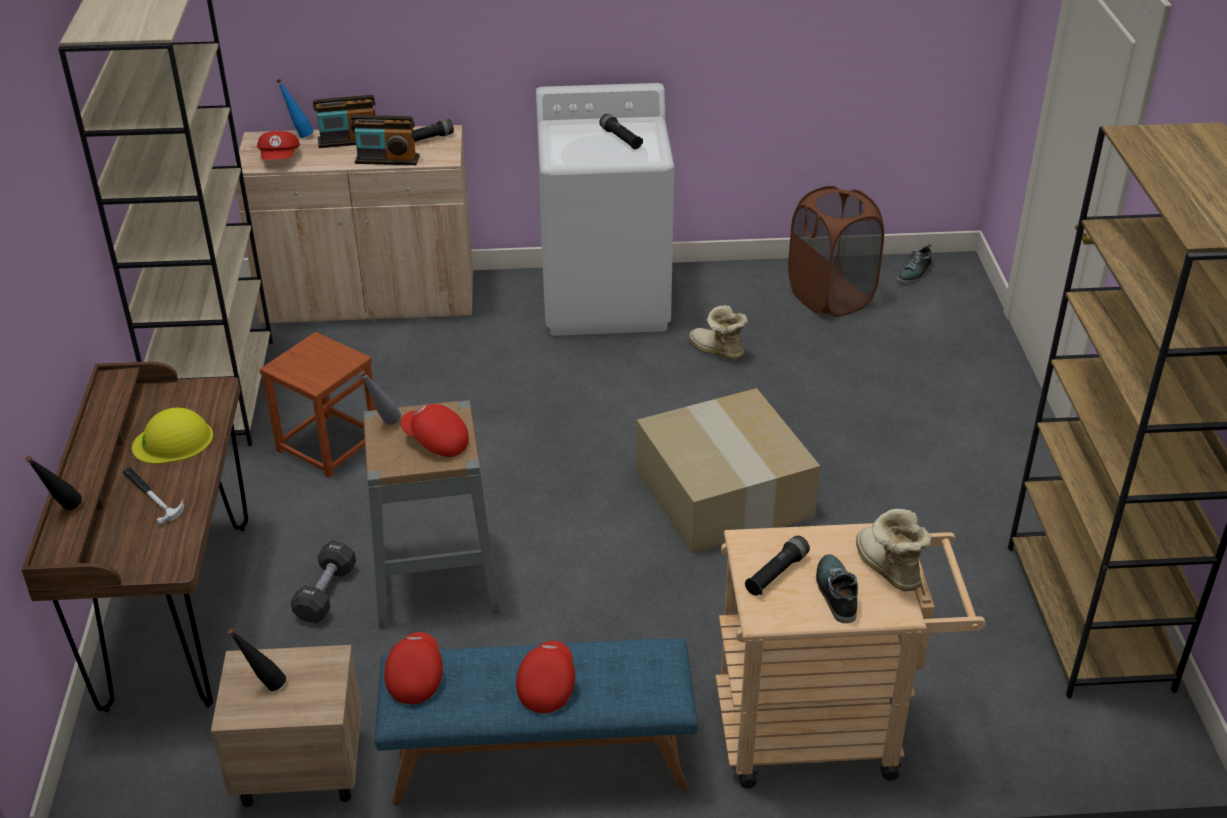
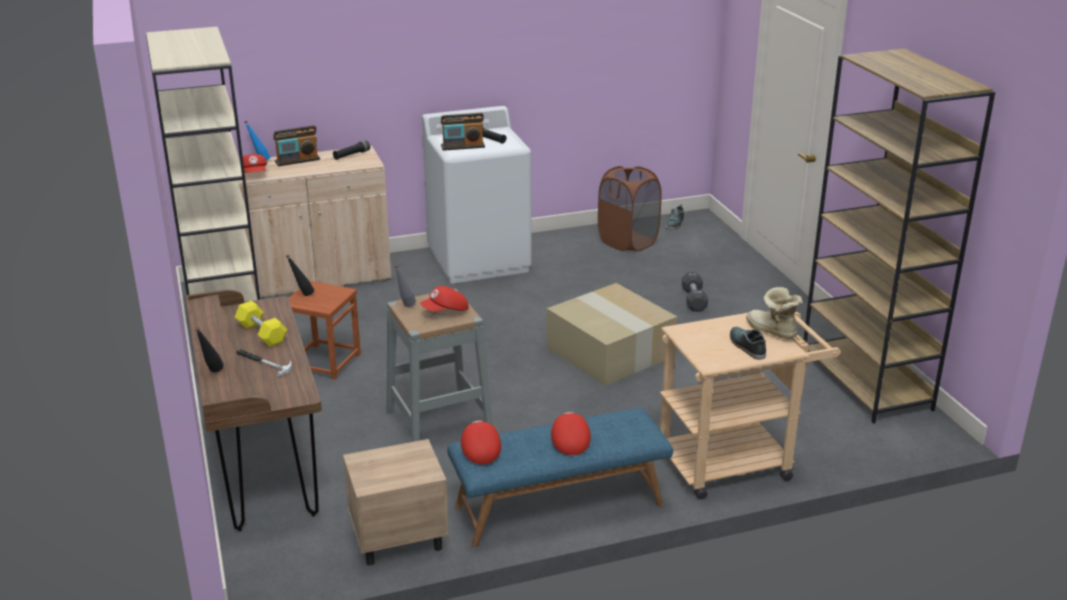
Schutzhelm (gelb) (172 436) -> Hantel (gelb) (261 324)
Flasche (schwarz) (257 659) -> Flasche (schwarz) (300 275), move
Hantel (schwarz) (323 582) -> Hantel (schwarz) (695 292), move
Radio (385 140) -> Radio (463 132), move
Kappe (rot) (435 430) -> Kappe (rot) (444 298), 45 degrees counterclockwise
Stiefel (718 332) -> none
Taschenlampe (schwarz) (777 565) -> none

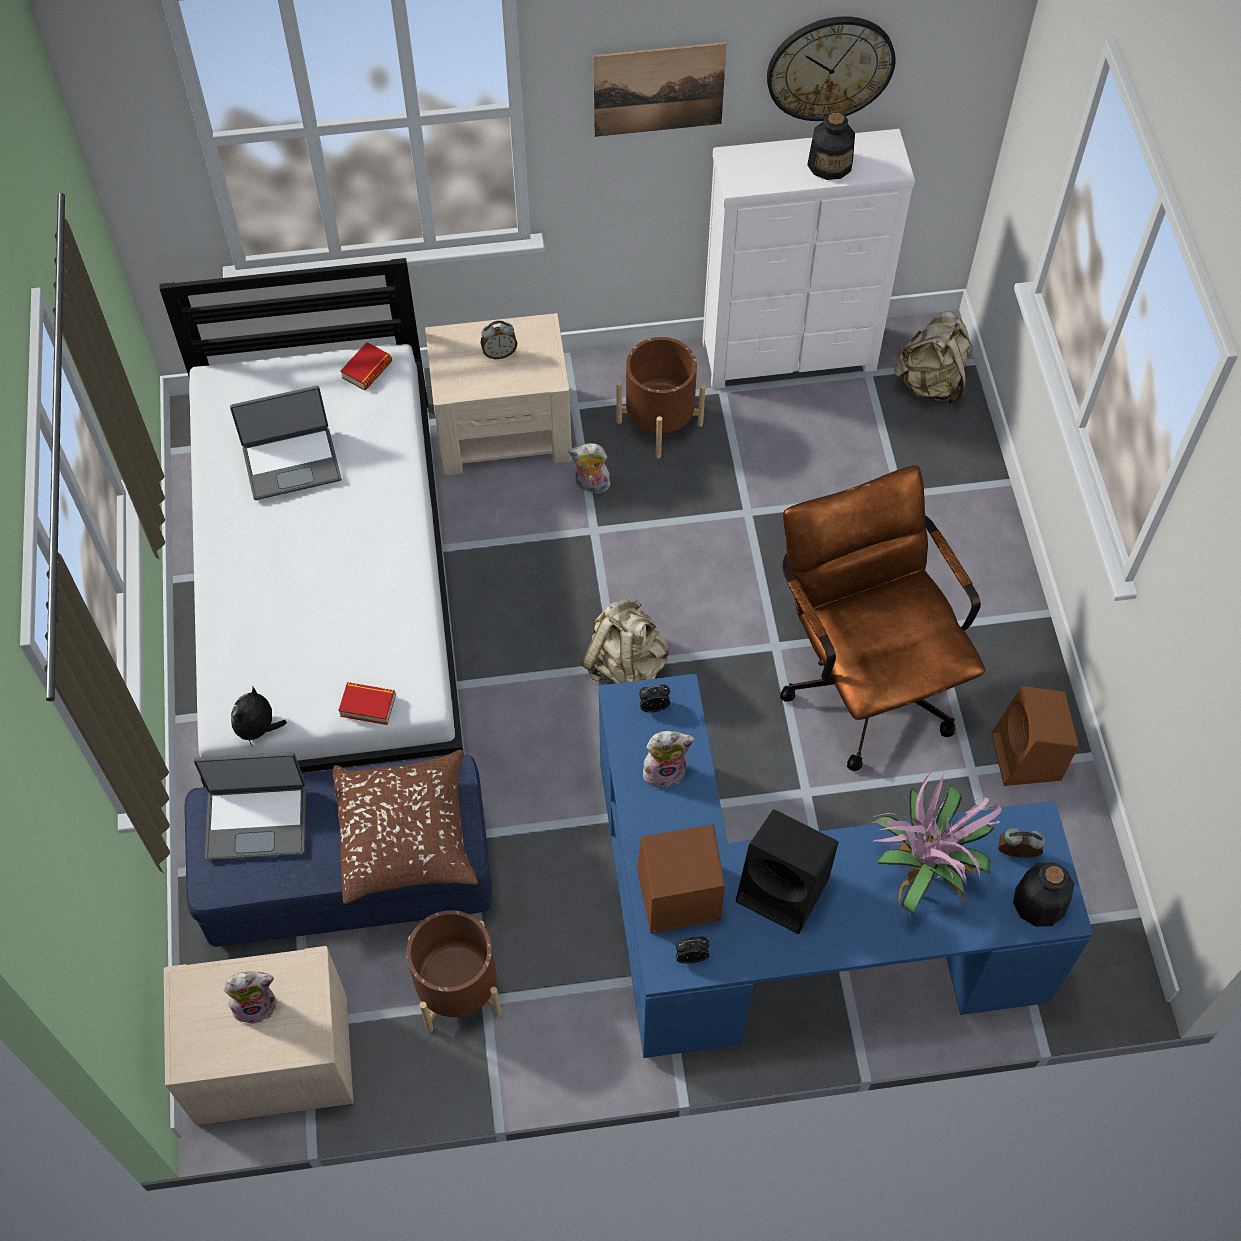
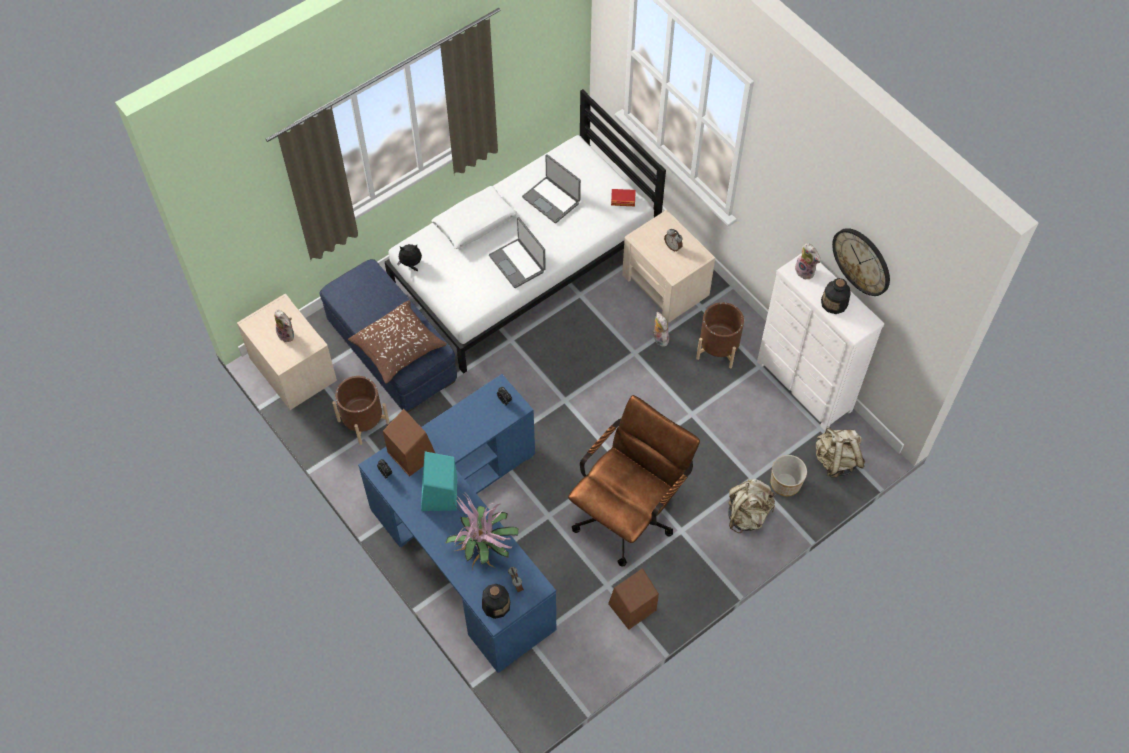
Laptop (250 806) -> Laptop (517 252), move
Buch (367 703) -> none
Rucksack (beige) (625 641) -> Rucksack (beige) (751 506), move
Bild (660 89) -> none
Plüschtier (669 759) -> Plüschtier (808 261), move
Lautsprecher (schwarz) (787 871) -> Lautsprecher (türkis) (439 481)
none -> Kissen (weiß) (474 217)
none -> Pflanzkübel (789 475)

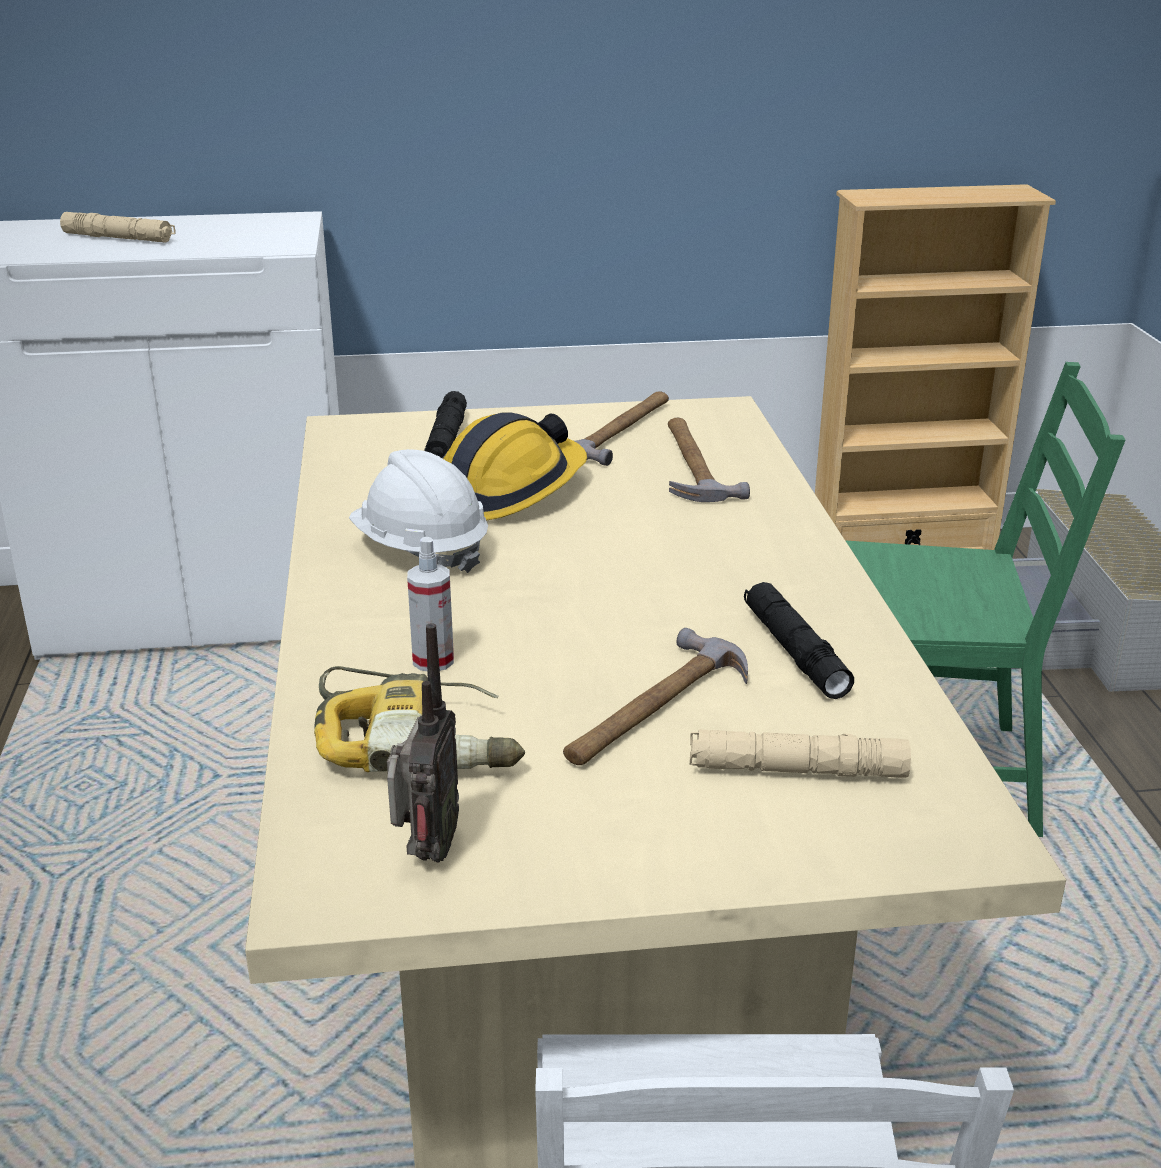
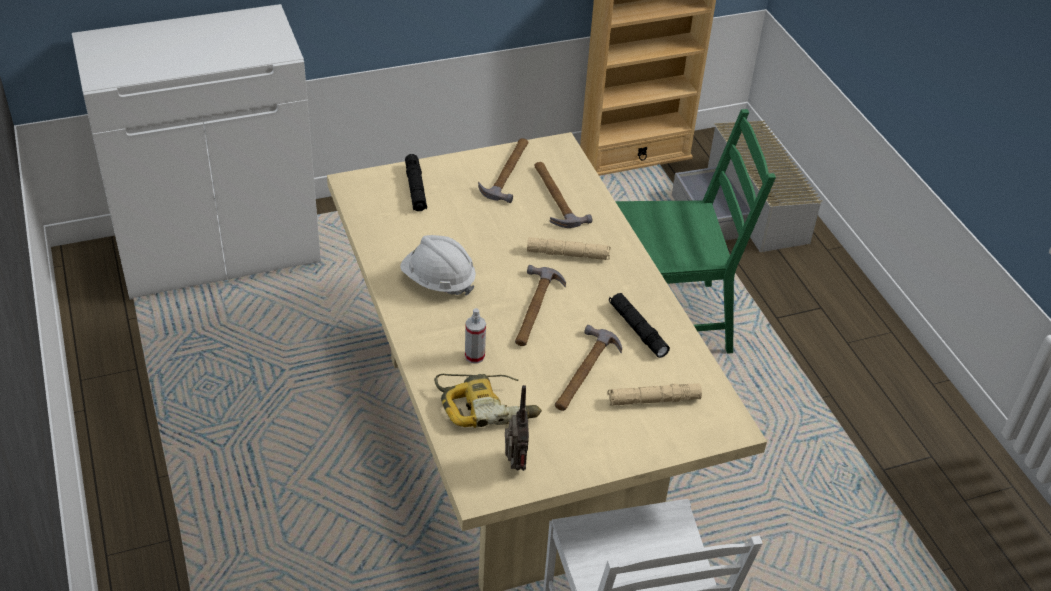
Taschenlampe (beige) (117 227) -> Taschenlampe (beige) (569 248), move
Schutzhelm (514 466) -> none
none -> Hammer (540 305)

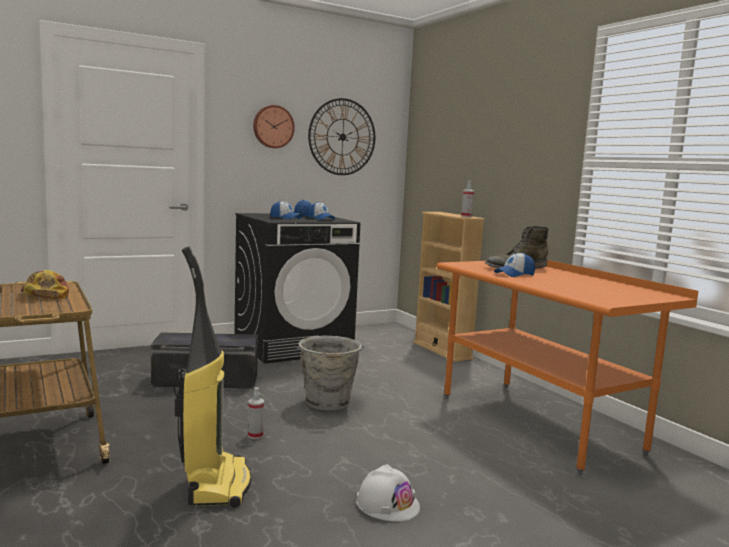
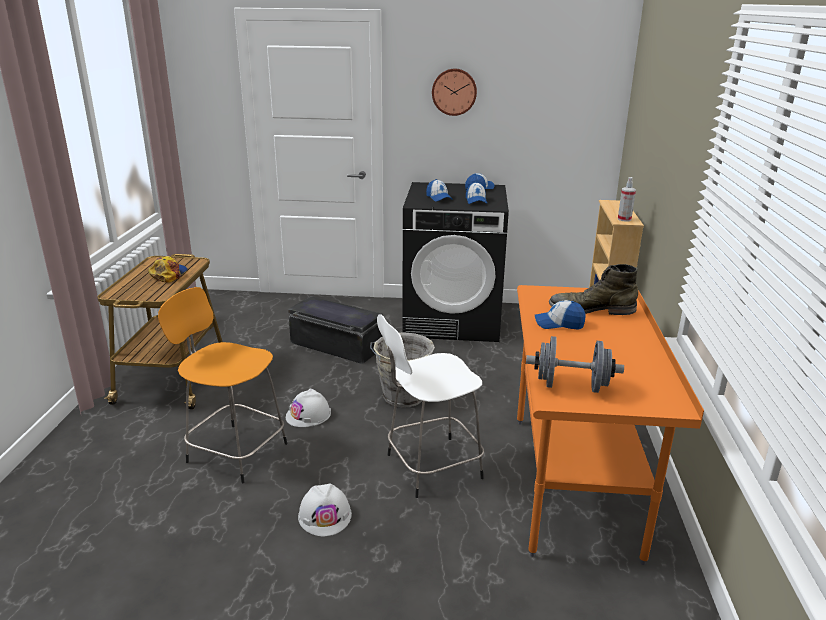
Staubsauger (212 377) -> Hocker (orange) (222 385)
Sprühflasche (256 413) -> Schutzhelm (weiß) (308 408)
Wanduhr (341 136) -> none
none -> Hocker (weiß) (430 406)
none -> Hantel (grau) (575 364)

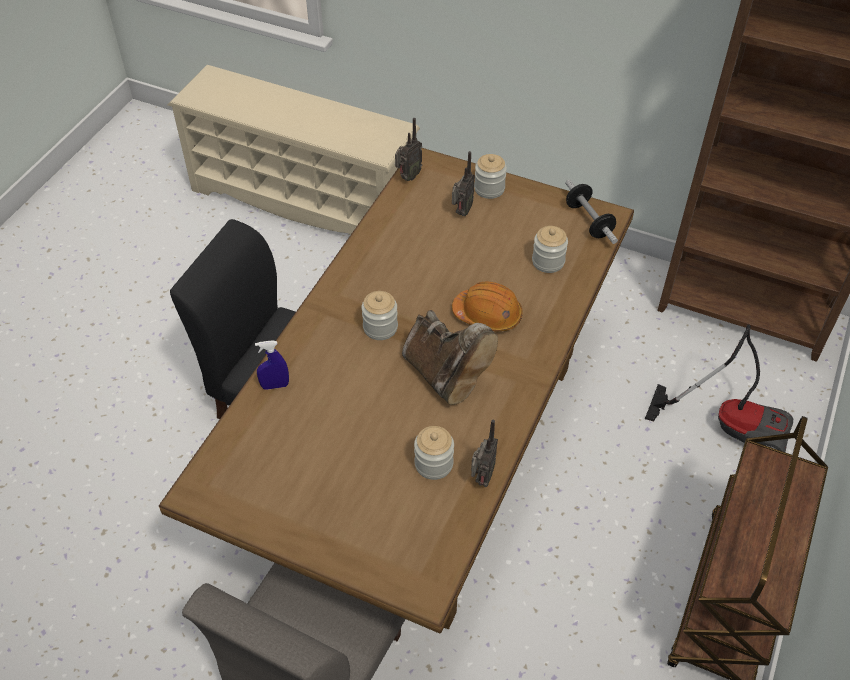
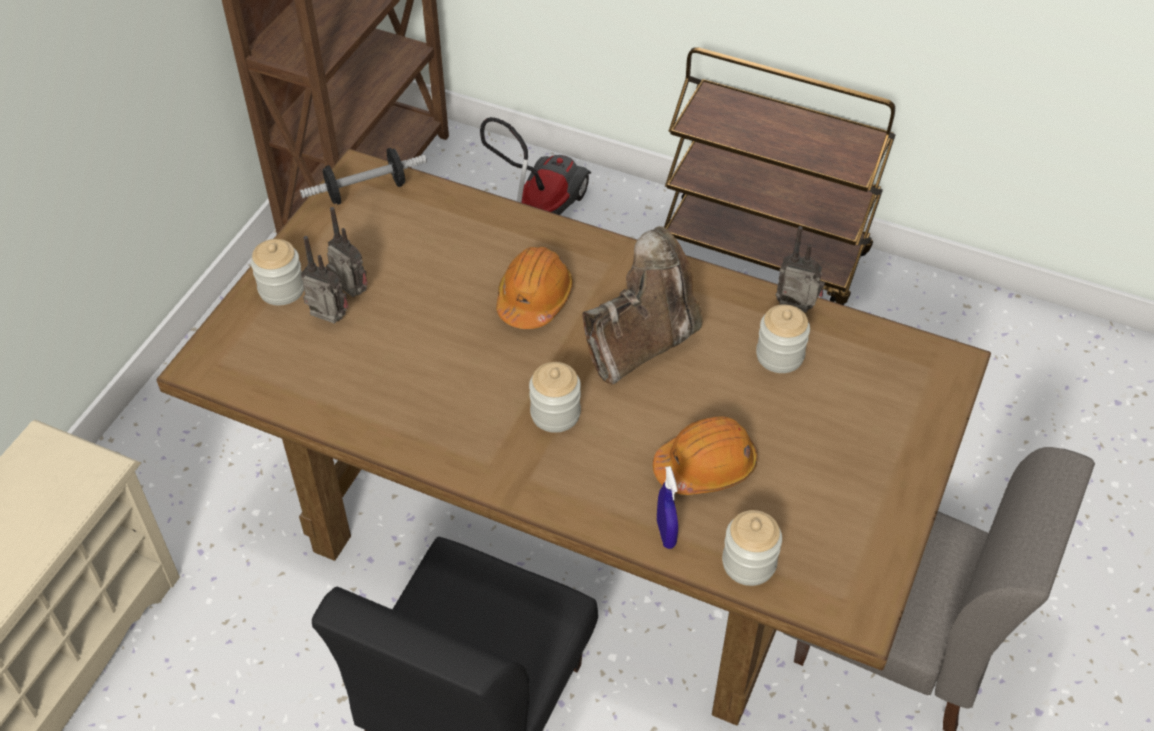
Radio (408 149) -> Radio (347 252), move
Vorratsglas (550 249) -> Vorratsglas (752 548), move
none -> Schutzhelm (orange) (705 455)

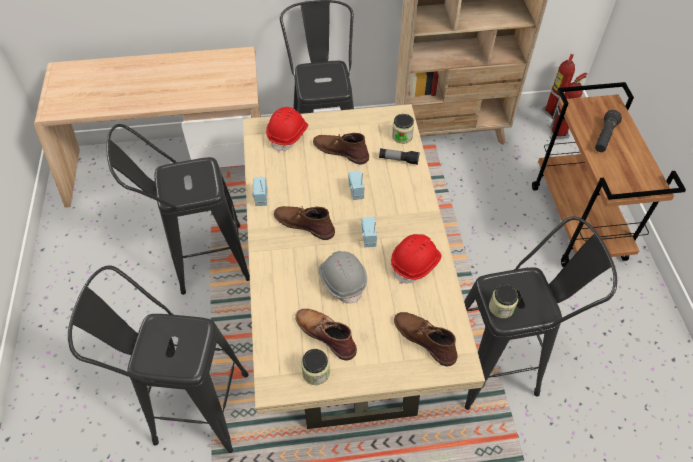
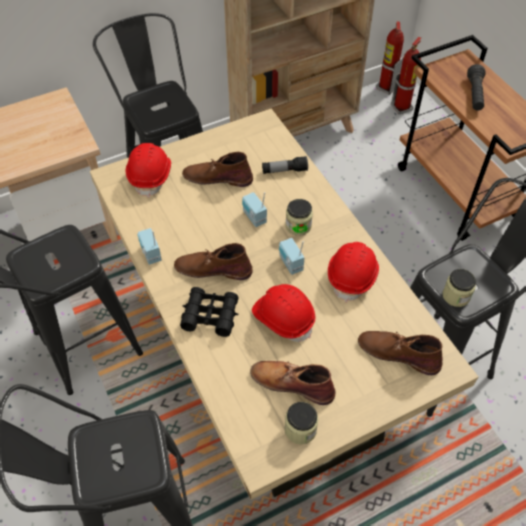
Schutzhelm (grau) (343 277) -> Schutzhelm (rot) (284 313)
Vorratsglas (403 129) -> Vorratsglas (299 217), move
none -> Fernglas (schwarz) (209 312)

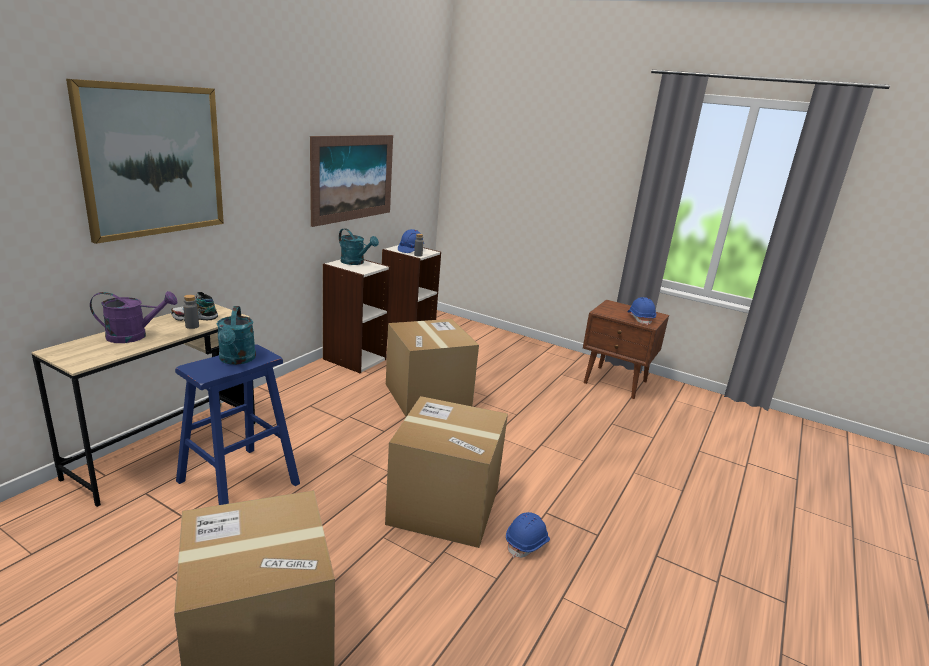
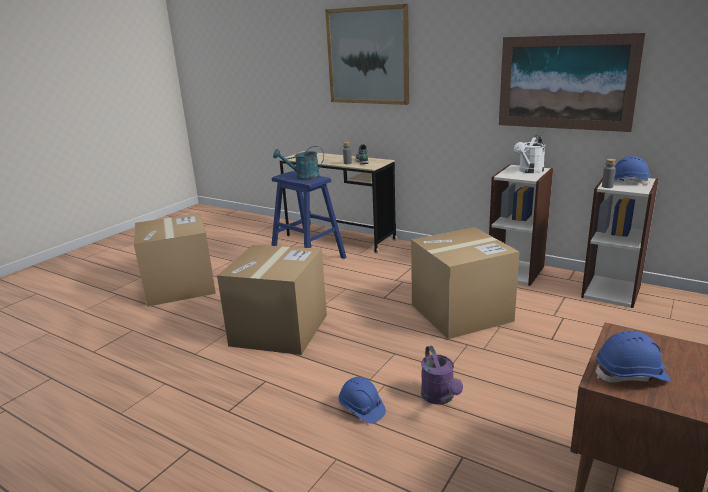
Gießkanne (lila) (133 317) -> Gießkanne (lila) (442 375), move
Gießkanne (türkis) (359 246) -> Gießkanne (weiß) (529 154)
Schutzhelm (blau) (528 535) -> Schutzhelm (blau) (362 400), move

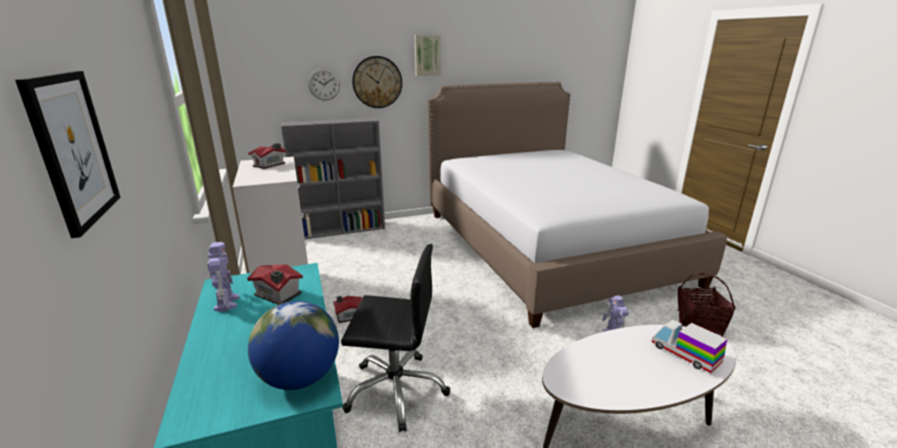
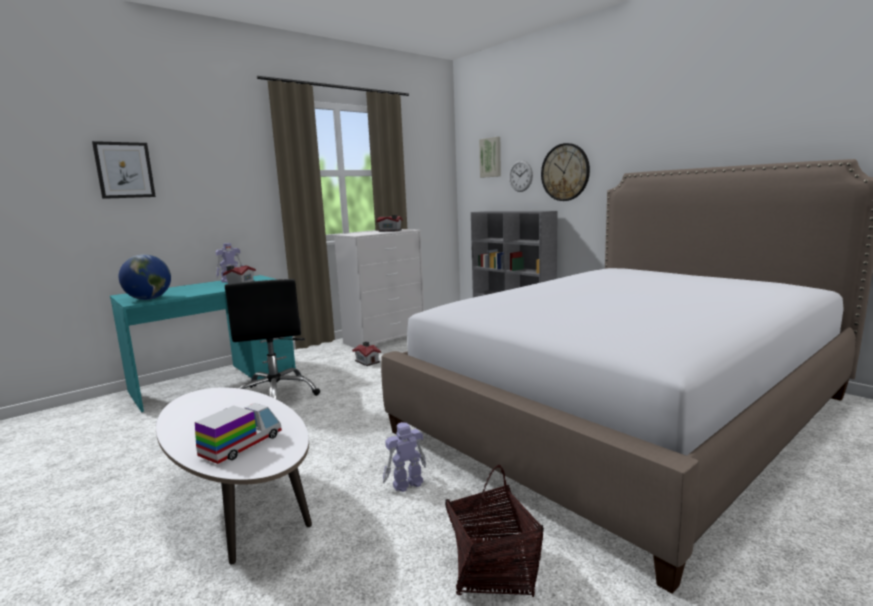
Bild (428 55) -> Bild (490 157), move

